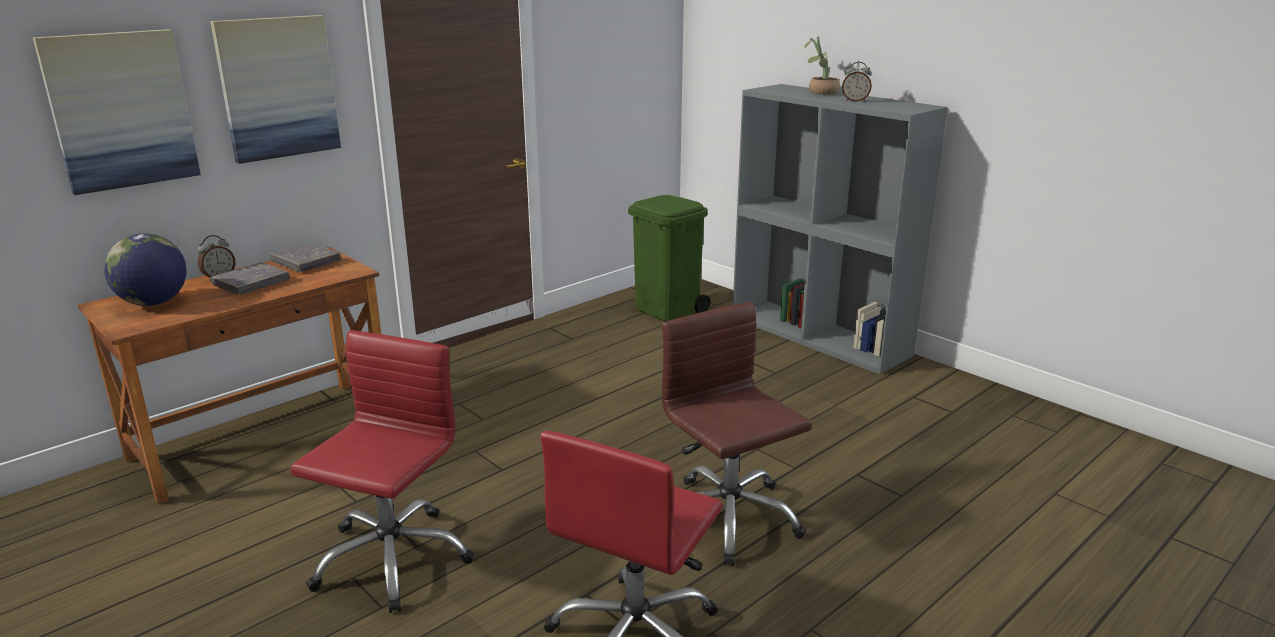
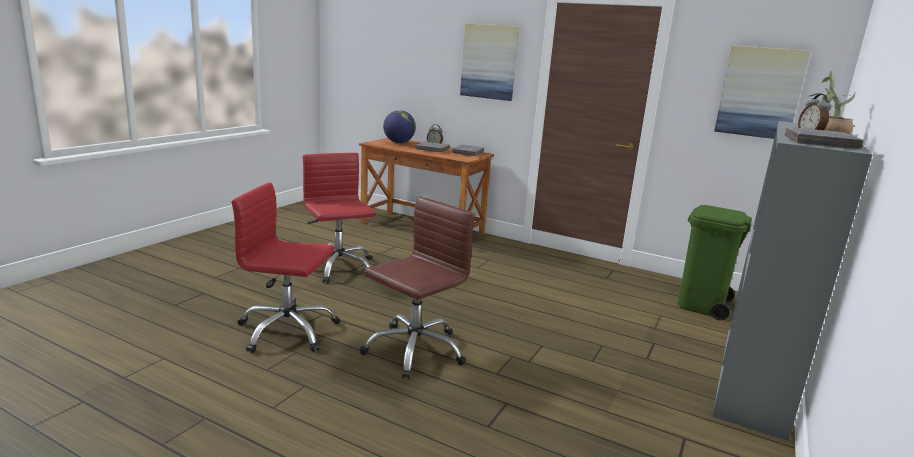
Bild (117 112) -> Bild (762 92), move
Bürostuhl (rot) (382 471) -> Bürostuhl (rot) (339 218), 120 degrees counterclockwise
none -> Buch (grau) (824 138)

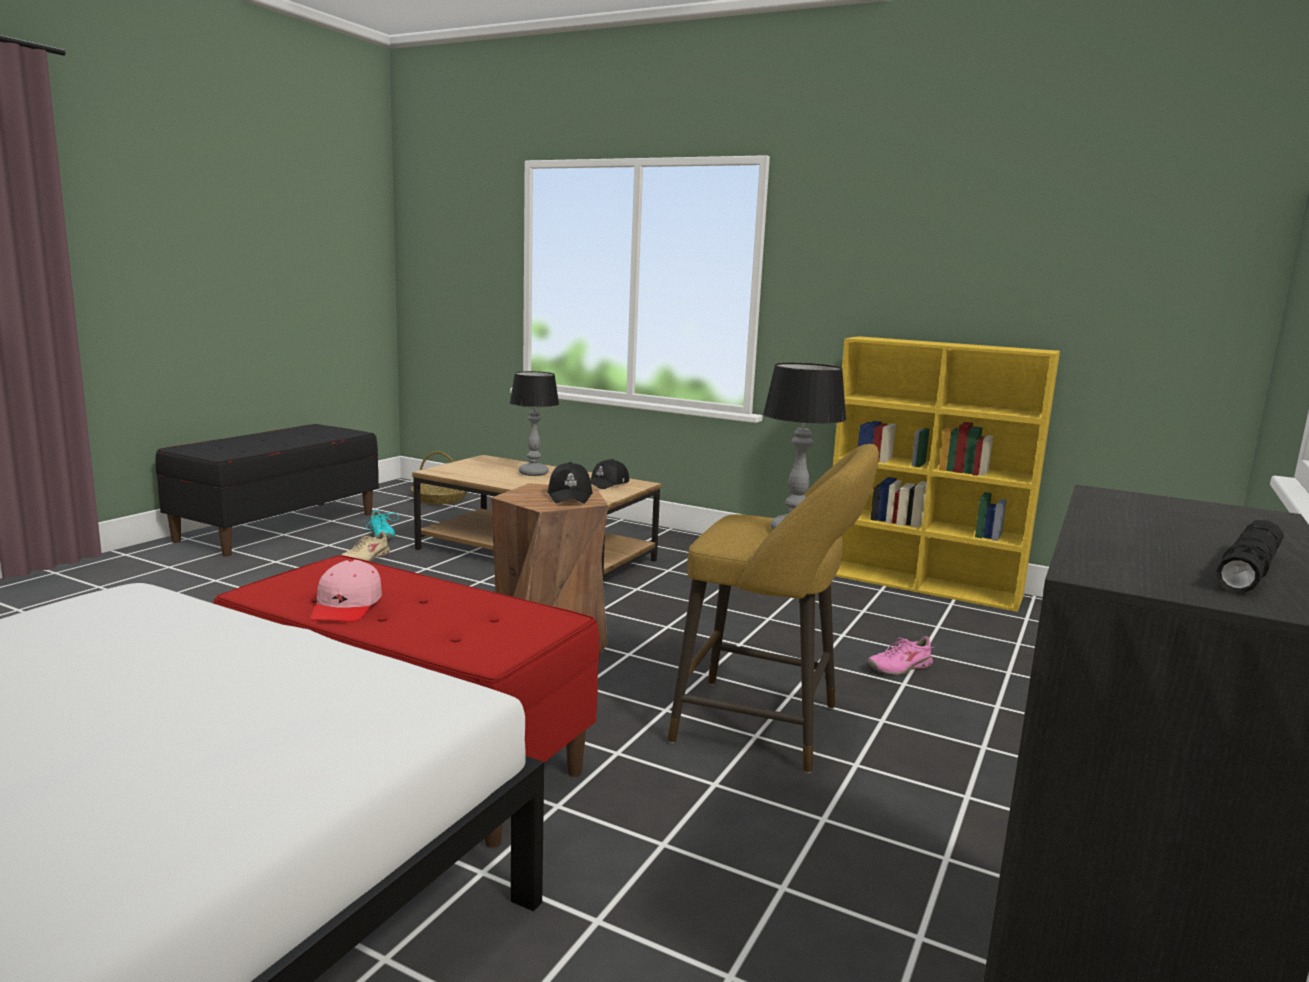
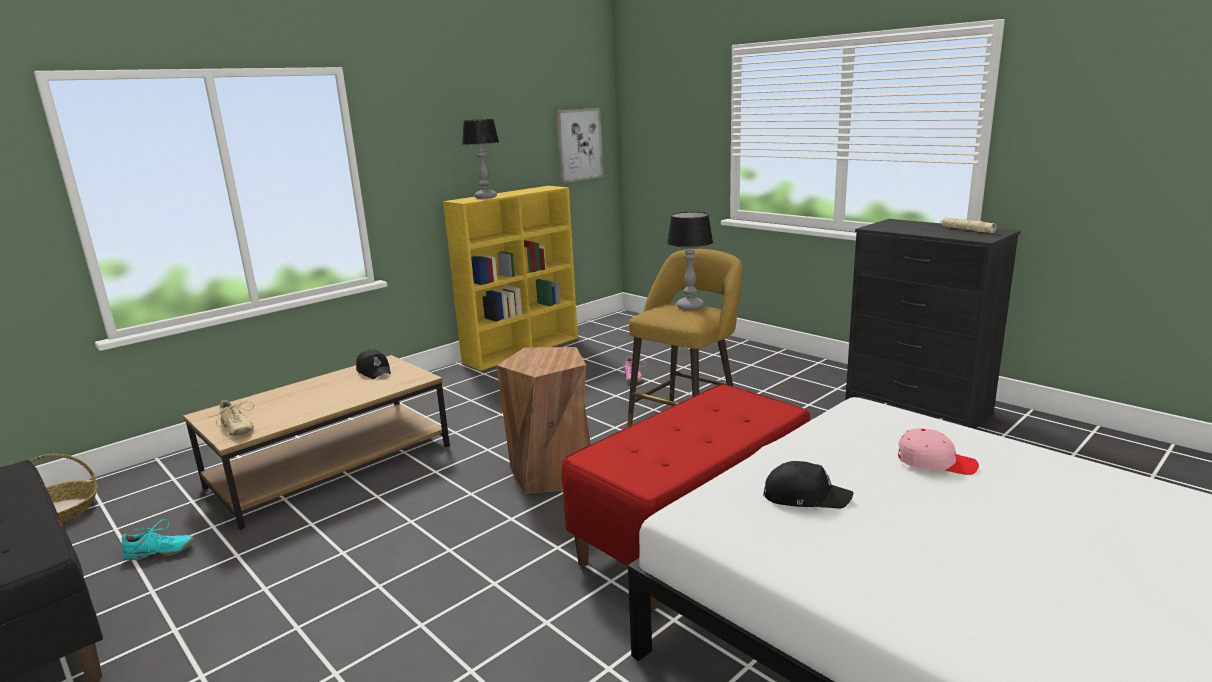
Kappe (rosa) (346 590) -> Kappe (rosa) (938 452), move
Schuh (beige) (366 546) -> Schuh (beige) (231 418), move
Tischlampe (534 423) -> Tischlampe (480 159), move
Kappe (schwarz) (570 483) -> Kappe (schwarz) (808 485), move
Taschenlampe (schwarz) (1250 556) -> Taschenlampe (beige) (968 225)
none -> Bild (579 145)

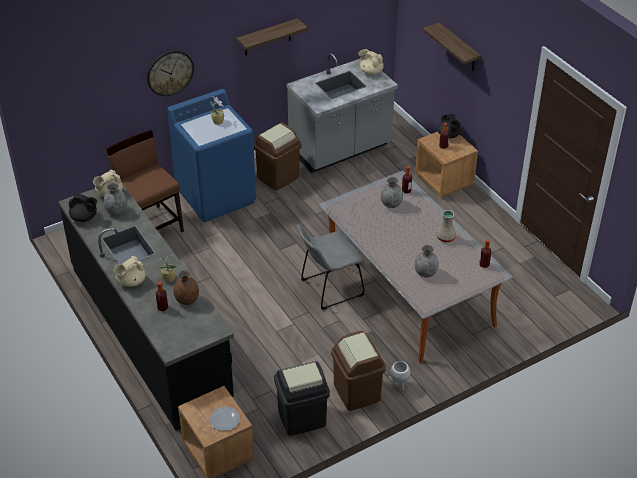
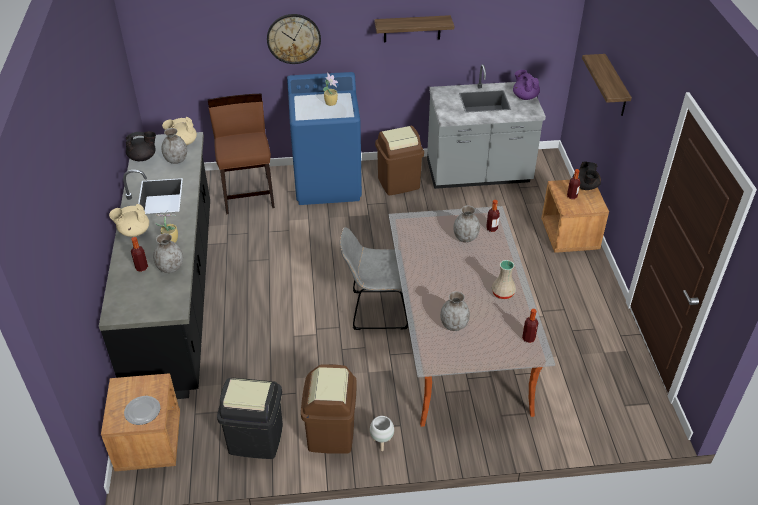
Teekanne (schwarz) (83 208) -> Teekanne (schwarz) (141 146), 60 degrees counterclockwise
Vase (braun) (186 288) -> Vase (grau) (168 253)
Teekanne (beige) (371 62) -> Teekanne (lila) (526 85)

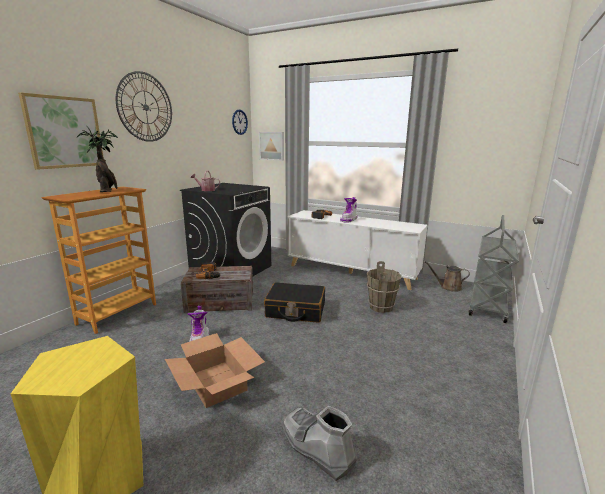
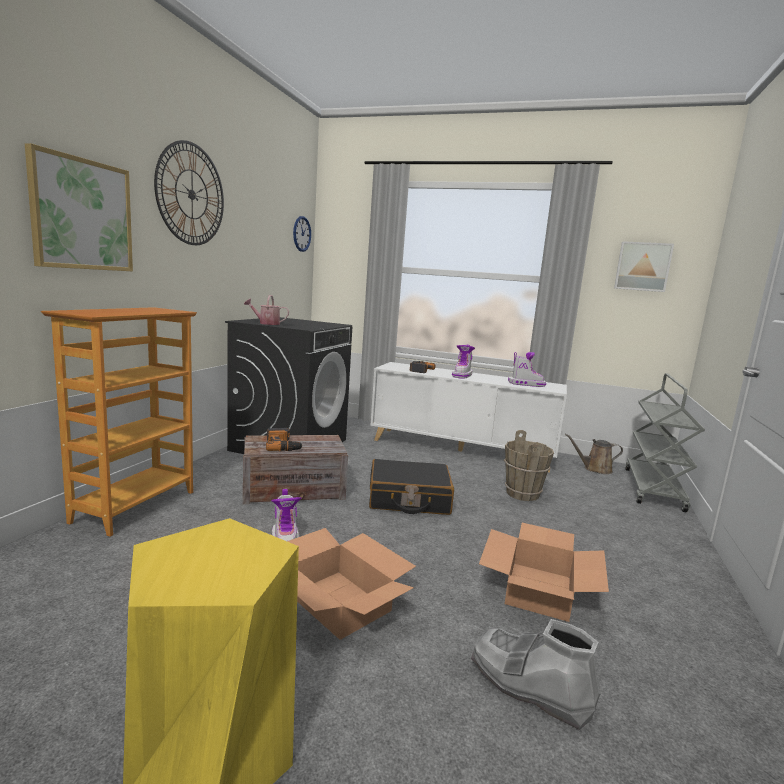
Topfpflanze (97 159) -> none
Bild (271 146) -> Bild (644 266), move
none -> Karton (544 572)
none -> Stiefel (527 369)

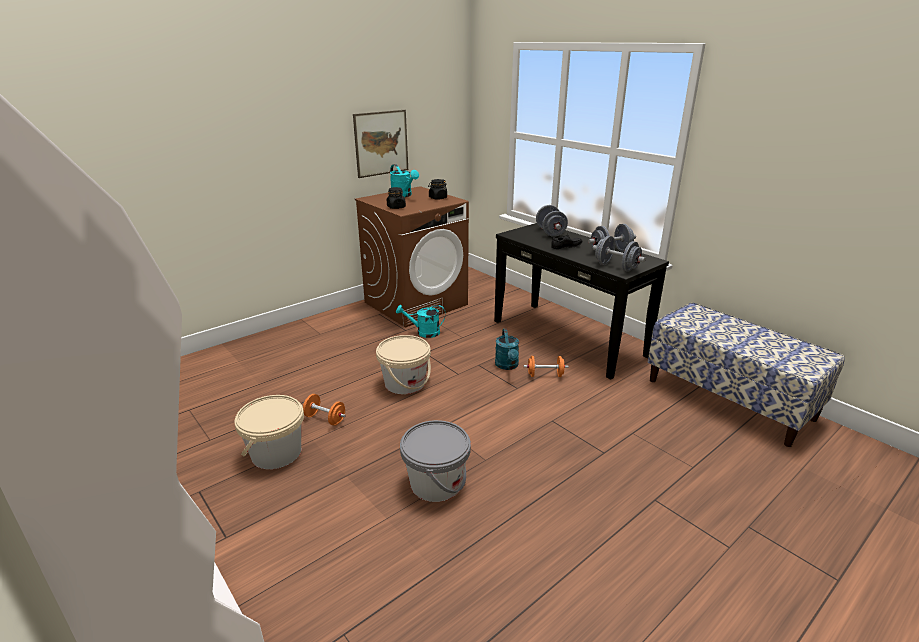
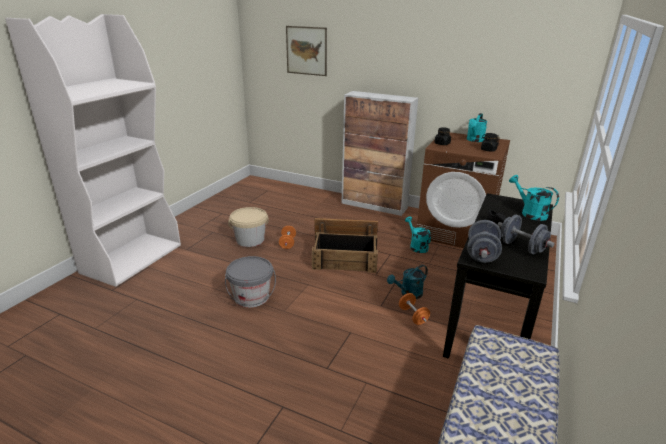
Bild (380 144) -> Bild (306 51), move
Eimer (beige) (403 364) -> Kiste (345 245)
Hantel (grau) (552 221) -> Gießkanne (türkis) (534 198)
none -> Schrank (380 153)

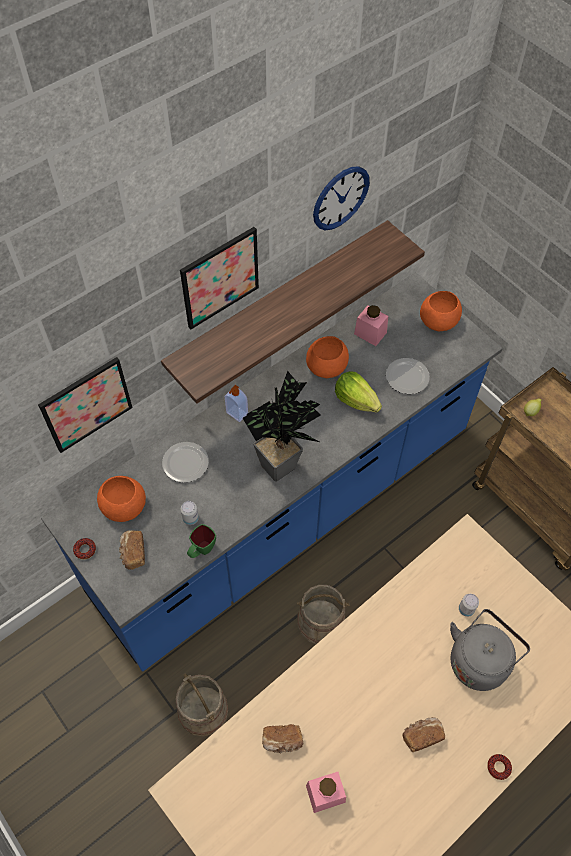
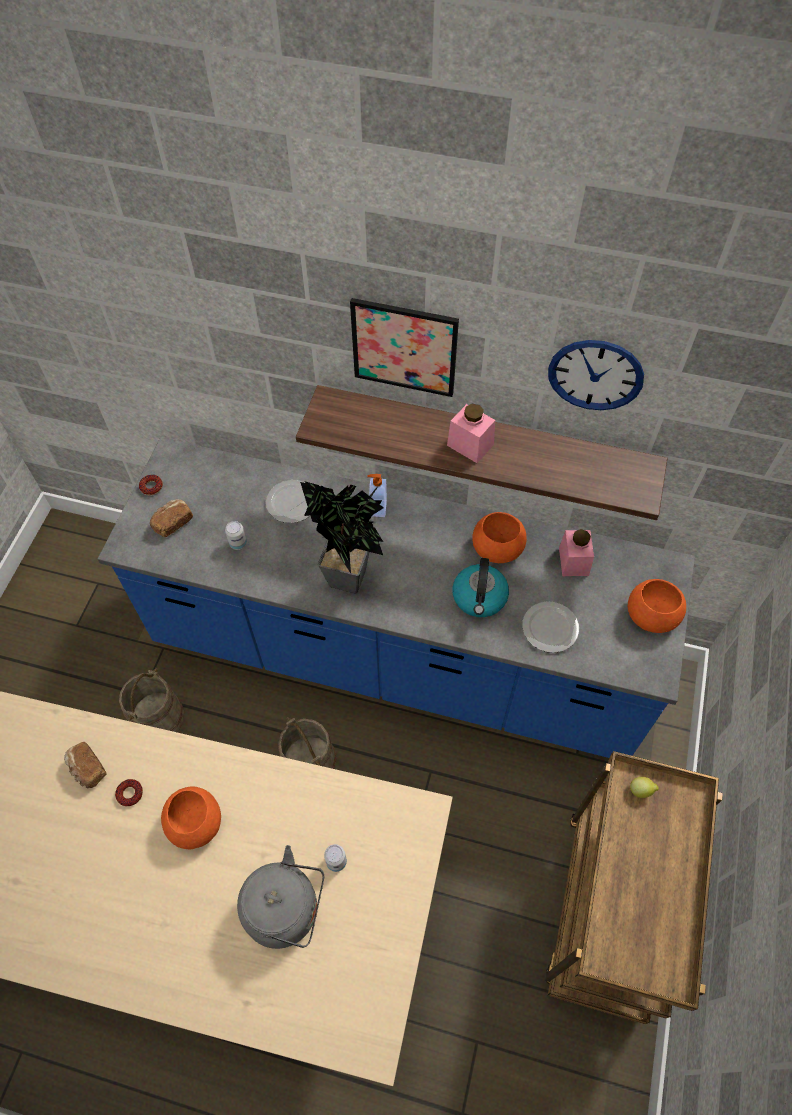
Bild (85 405) -> none
Schüssel (orange) (121 499) -> Schüssel (orange) (191 817), move
Henkelbecher (grün) (201 541) -> none
Vorratsglas (rosa) (326 792) -> Vorratsglas (rosa) (471 433), move
Salatkopf (358 391) -> Wasserkessel (480 587)
Brot (424 734) -> none
Donut (499 767) -> Donut (129 792), move

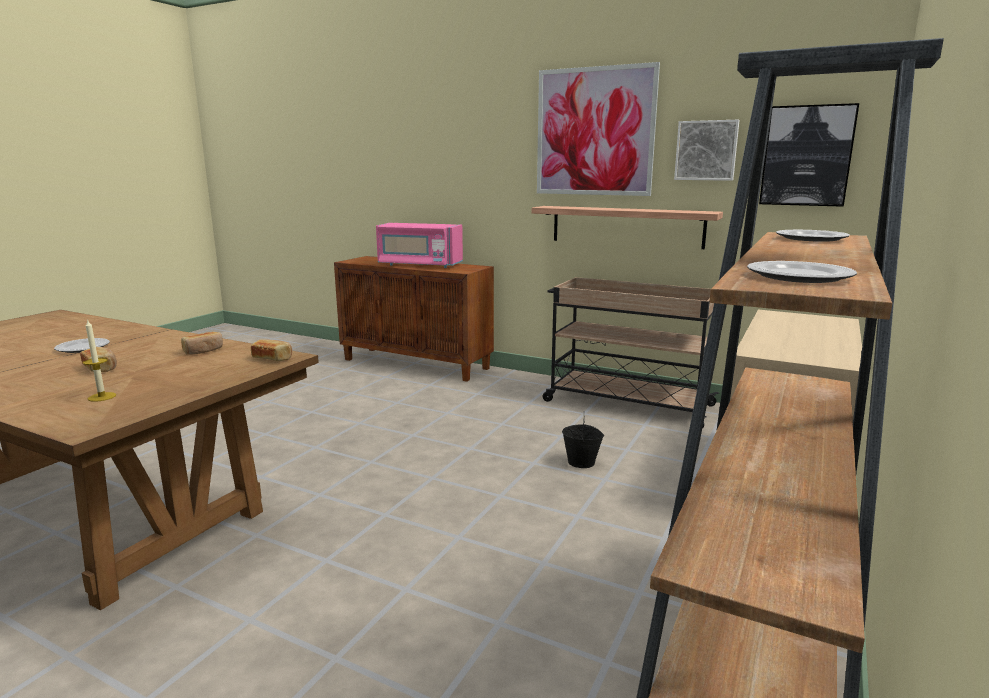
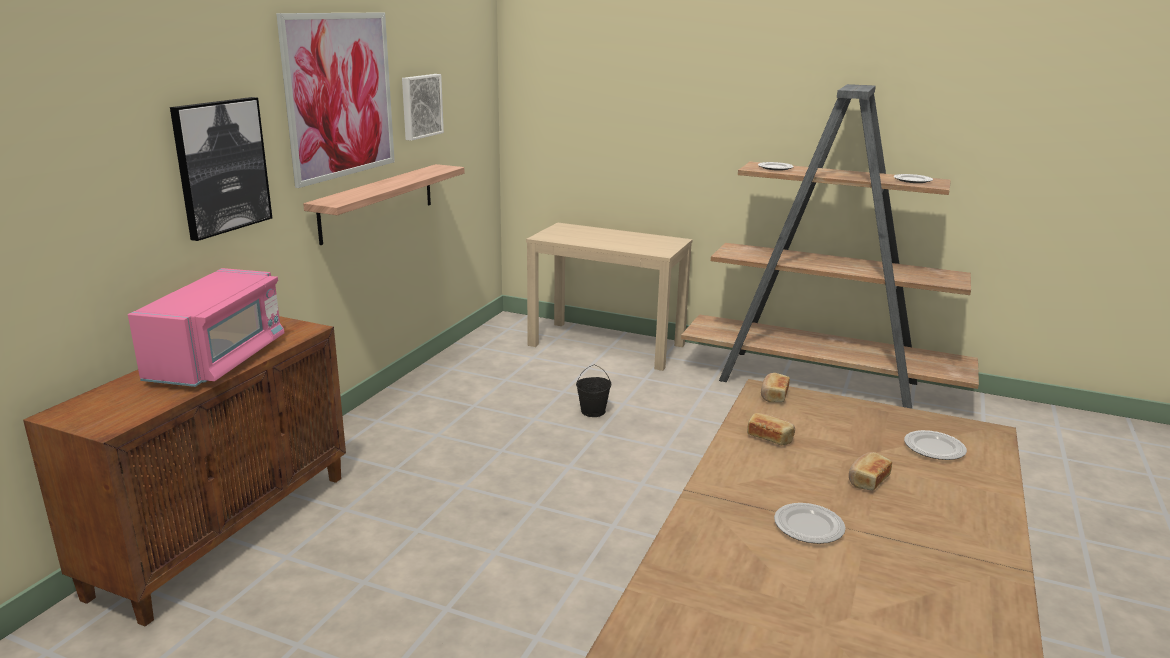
Kerze (99 360) -> Teller (935 445)
Rollwagen (beige) (631 352) -> none
Bild (809 155) -> Bild (221 169), move

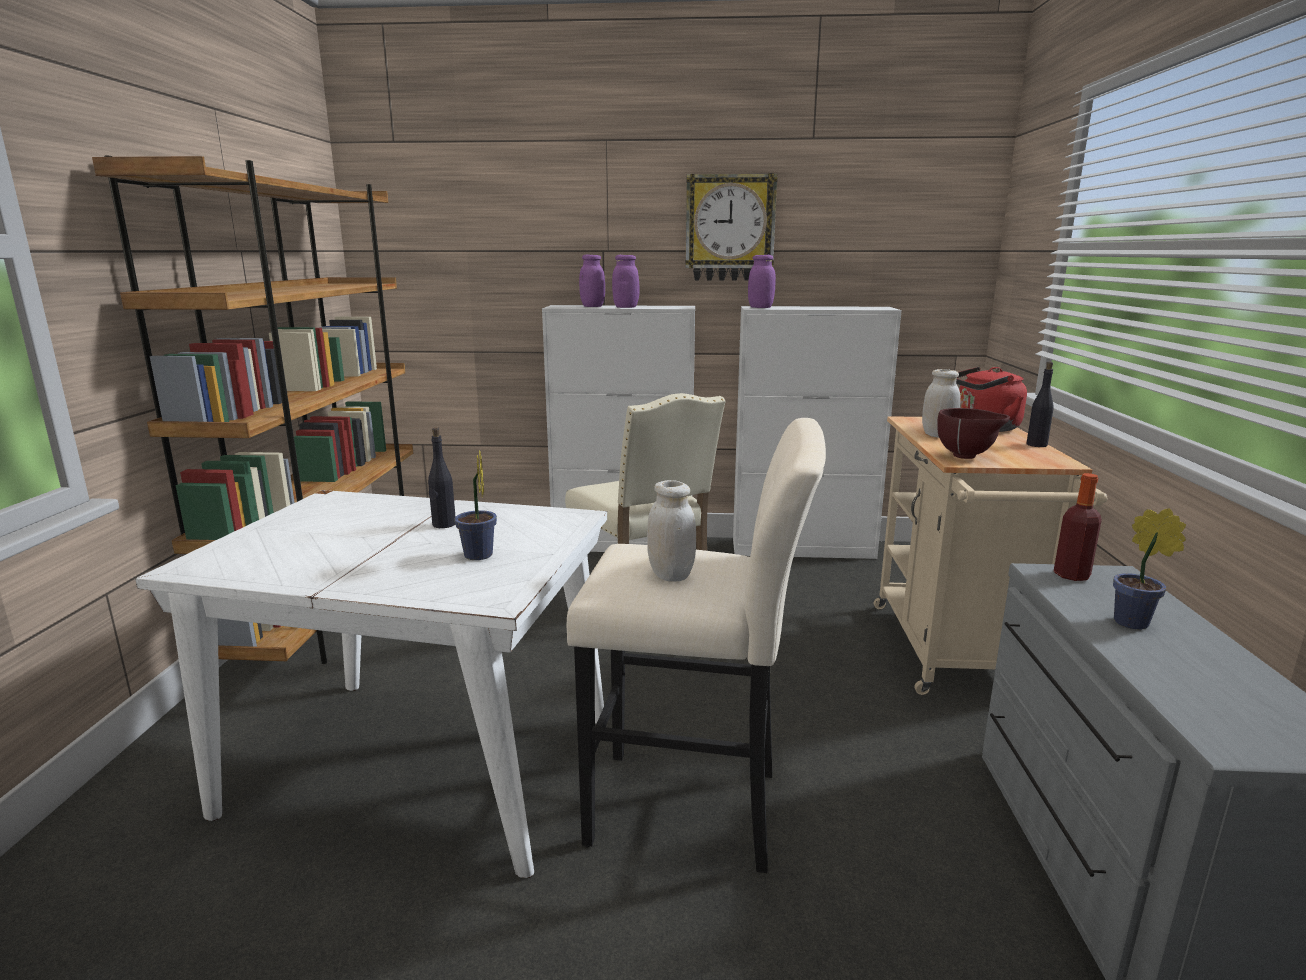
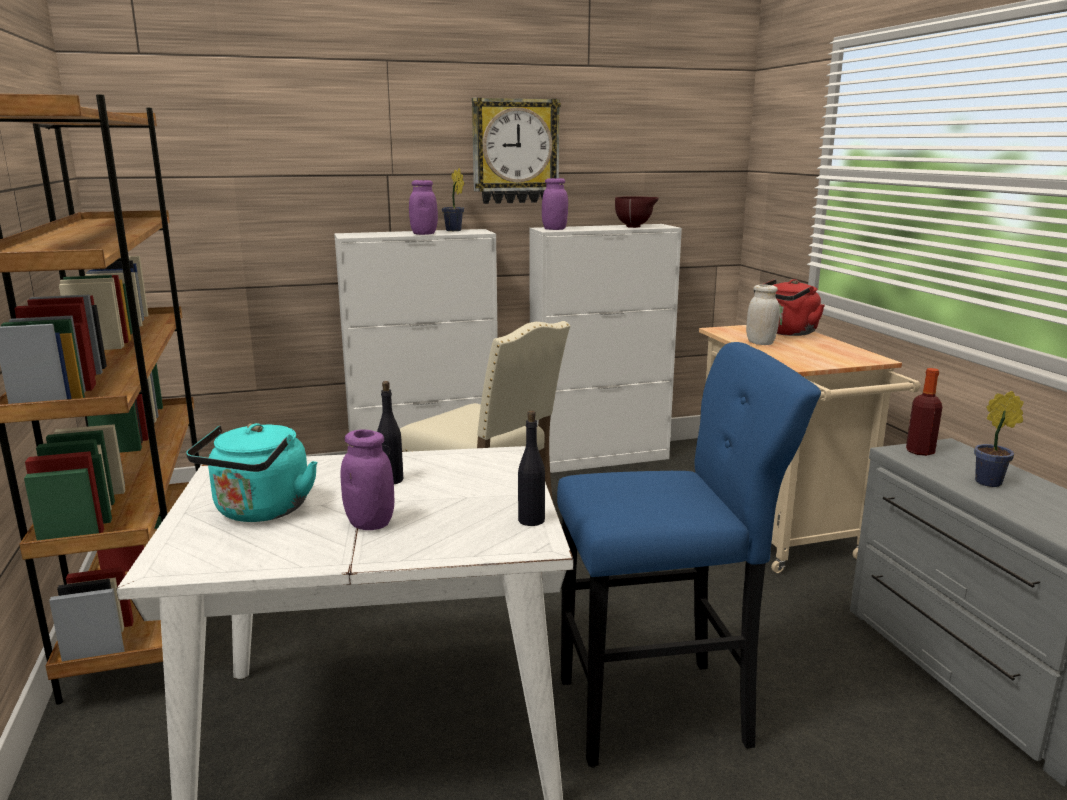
Topfpflanze (475 505) -> Topfpflanze (453 199), move
Hocker (beige) (696 645) -> Hocker (blau) (689 555)
Vorratsglas (lila) (592 281) -> Vorratsglas (lila) (367 479), move
Vorratsglas (weiß) (671 531) -> none
Schüssel (braun) (973 433) -> Schüssel (braun) (637 212), move
Flasche (schwarz) (1040 404) -> Flasche (schwarz) (531 468), move
none -> Wasserkessel (türkis) (252 472)

